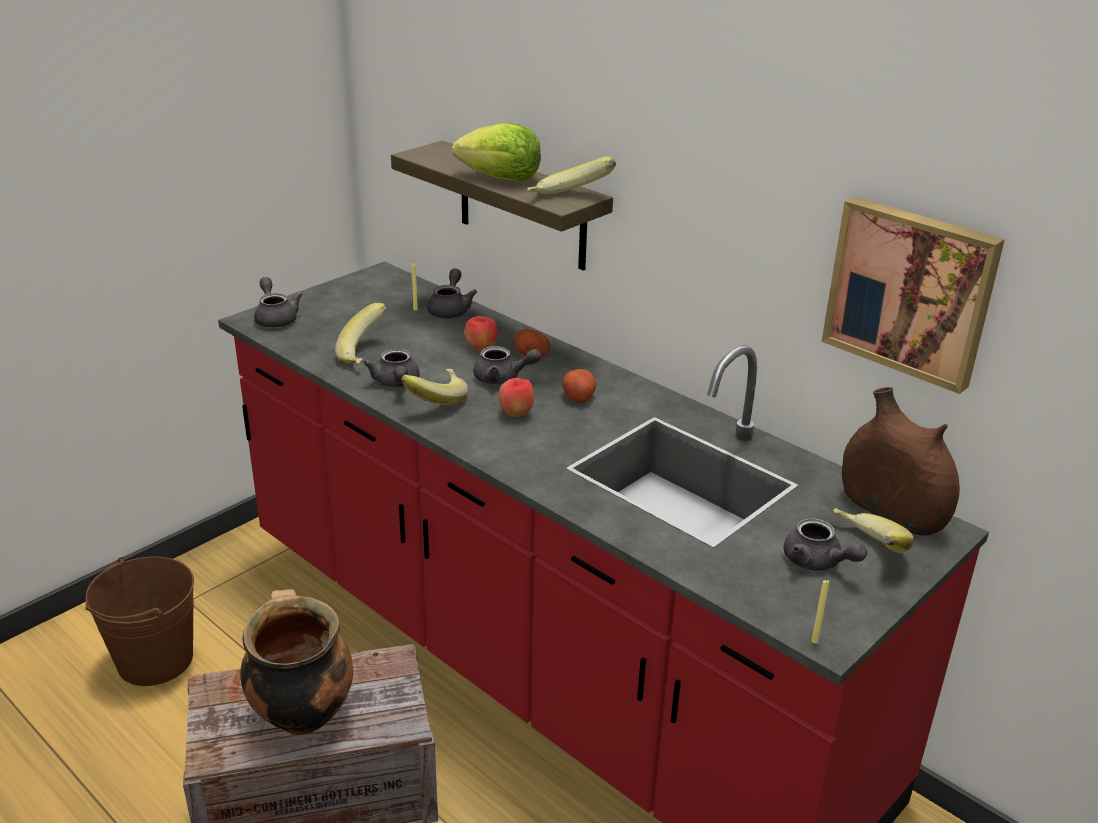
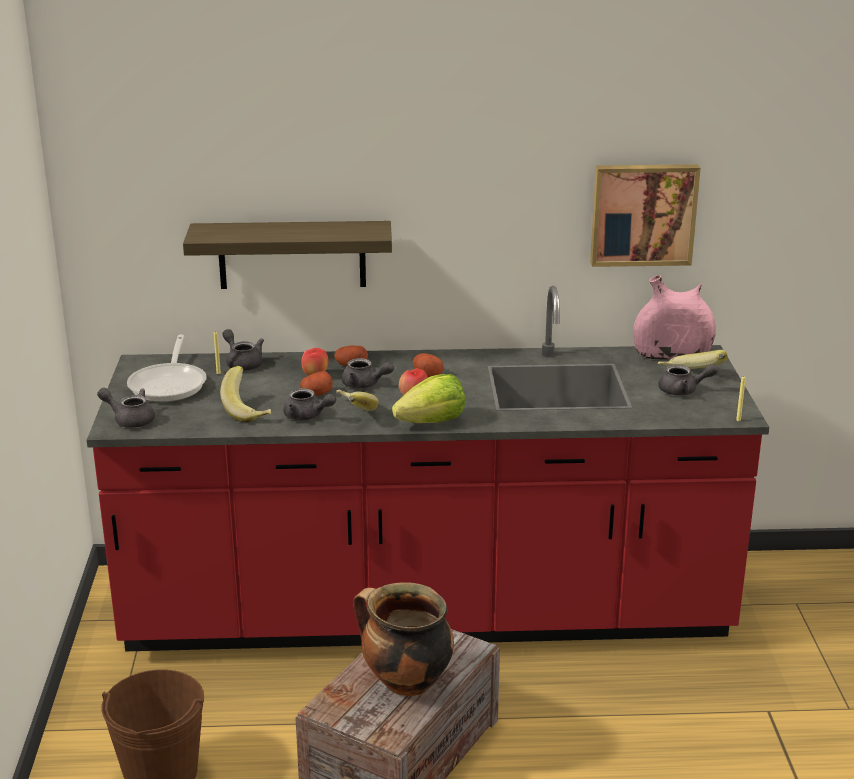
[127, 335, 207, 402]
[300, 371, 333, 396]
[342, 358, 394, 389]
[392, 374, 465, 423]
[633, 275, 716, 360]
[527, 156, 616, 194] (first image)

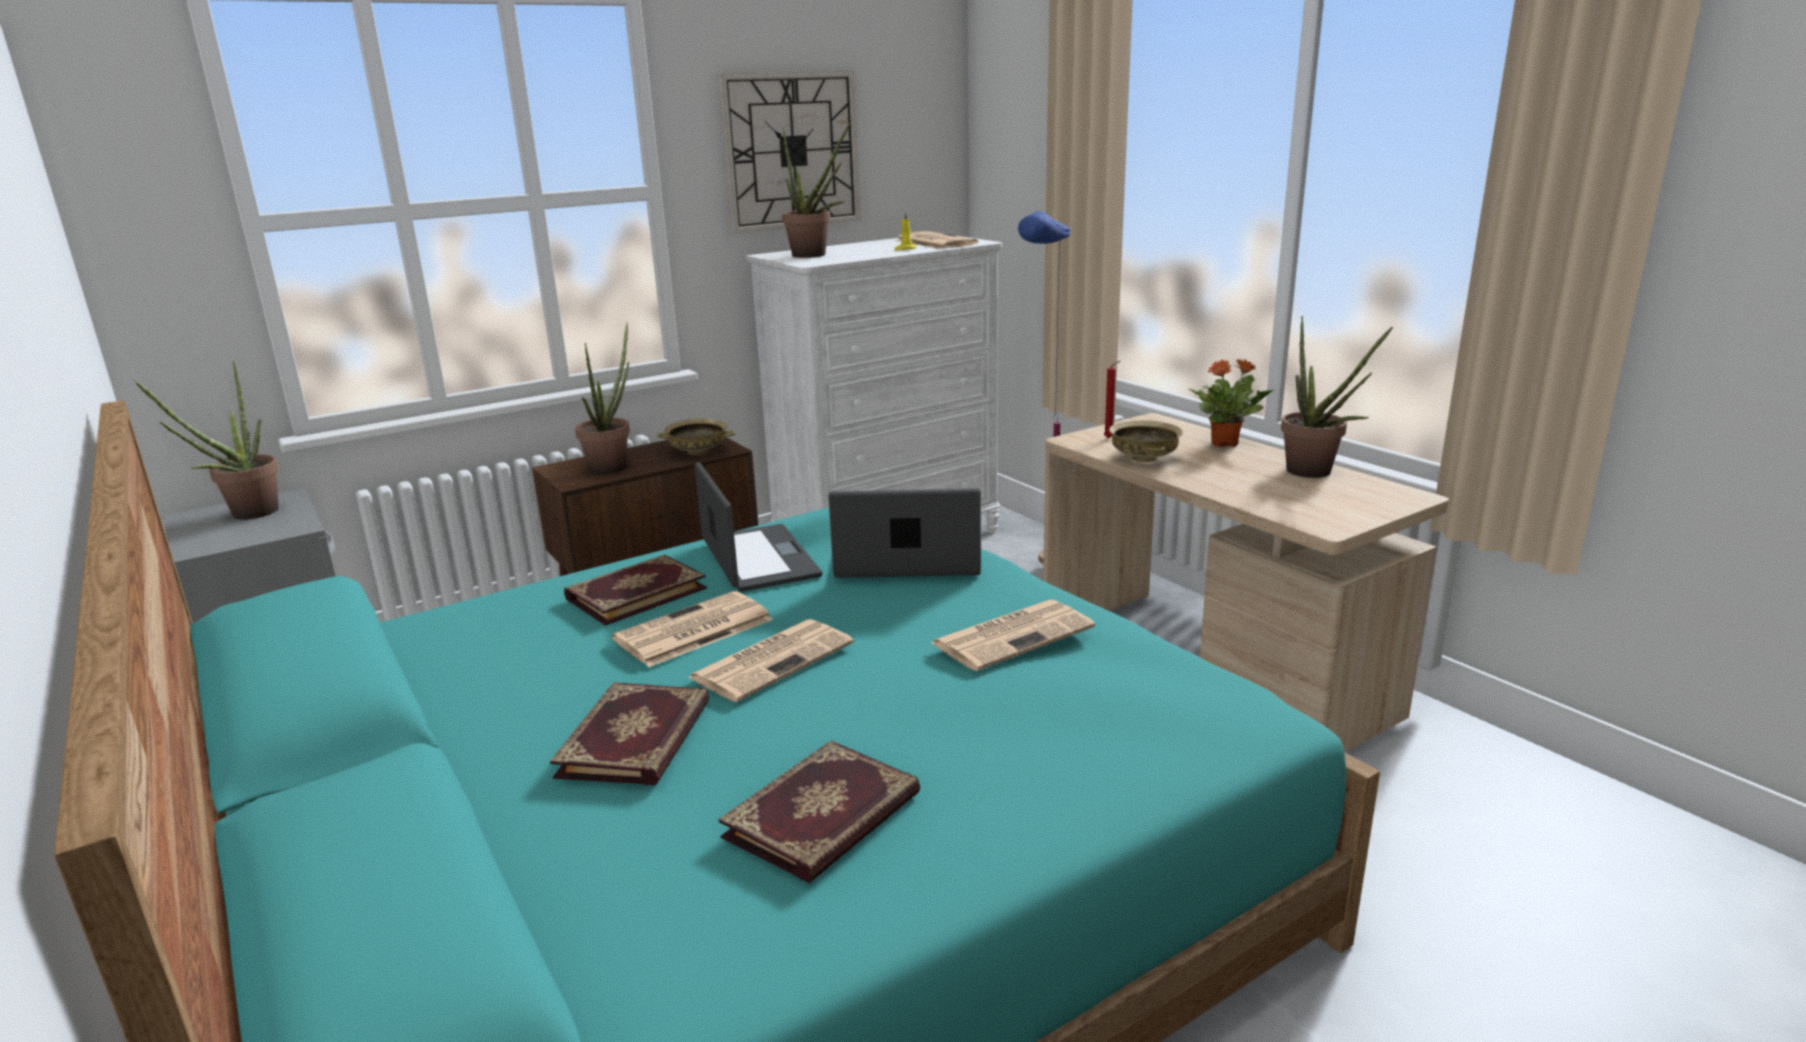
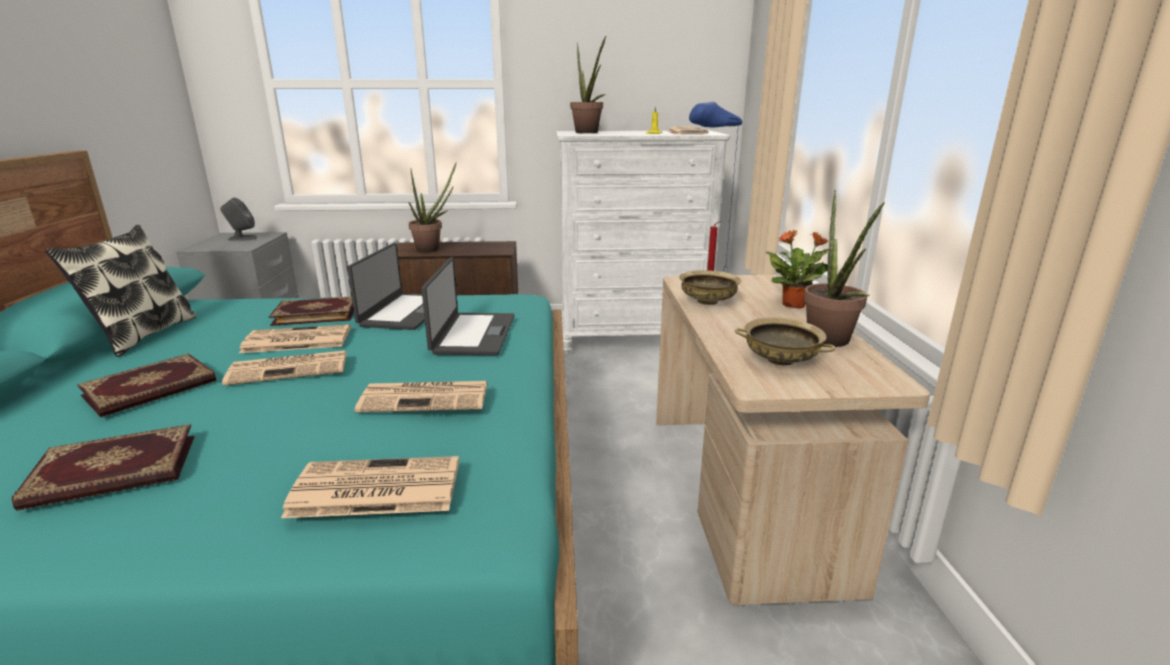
[45, 225, 196, 357]
[220, 198, 258, 241]
[281, 456, 459, 518]
[421, 257, 515, 355]
[735, 317, 836, 365]
[719, 71, 861, 233] (first image)

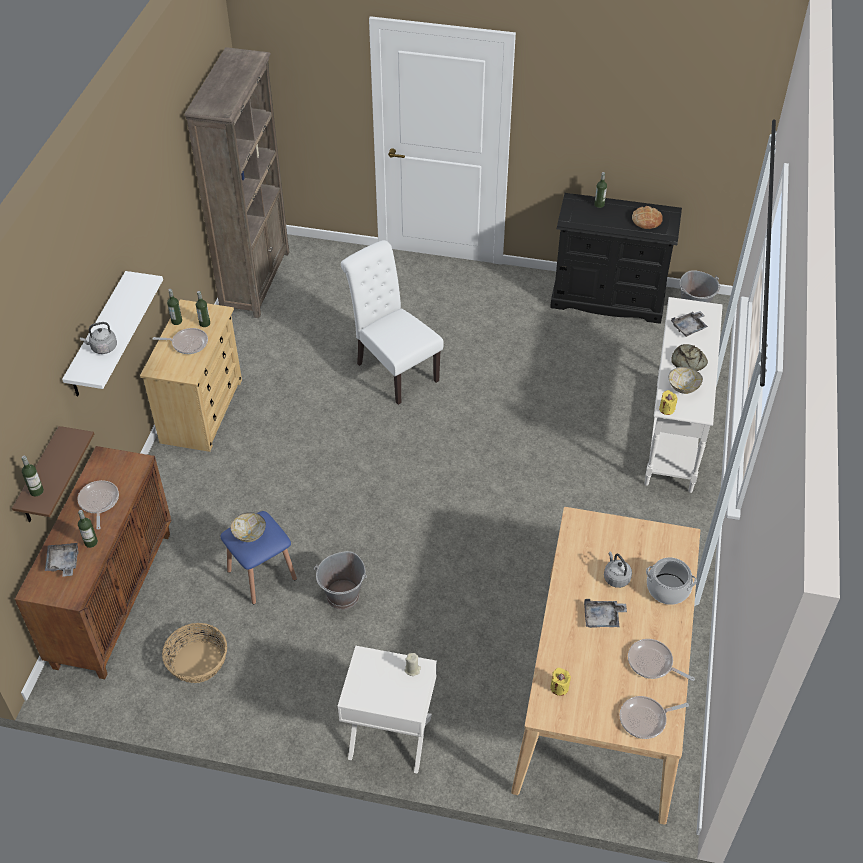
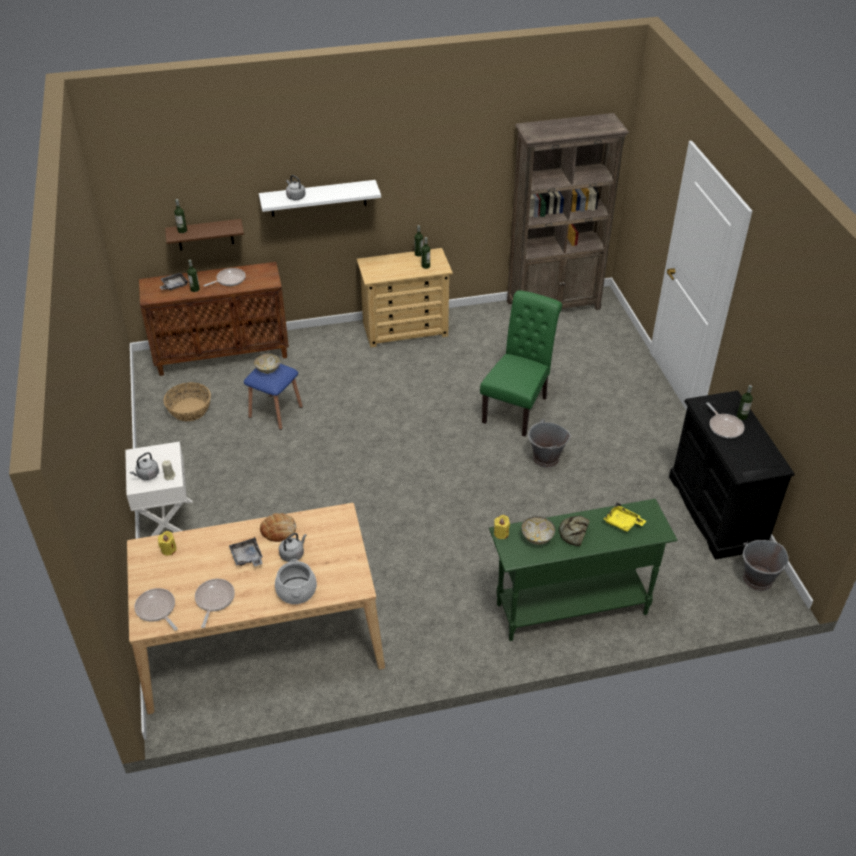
[130, 452, 159, 480]
[260, 513, 296, 542]
[480, 290, 562, 437]
[489, 499, 677, 641]
[528, 419, 571, 468]
[603, 503, 646, 532]
[706, 402, 745, 439]

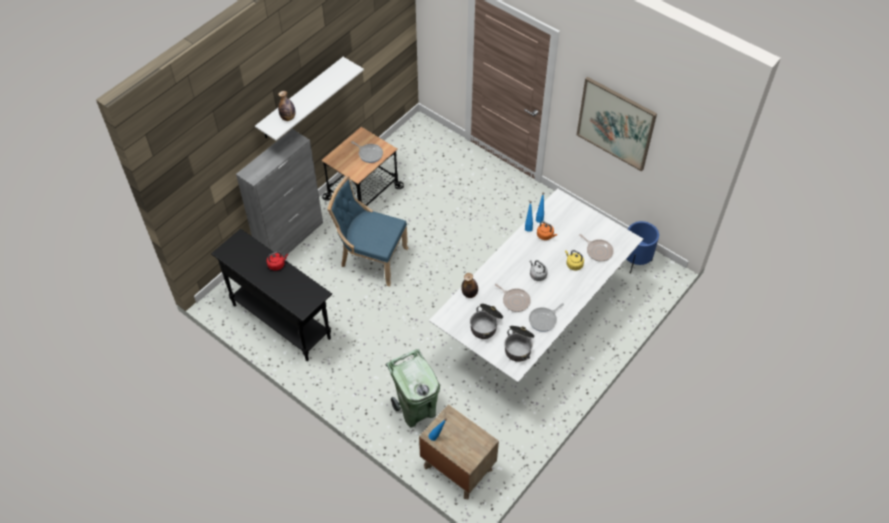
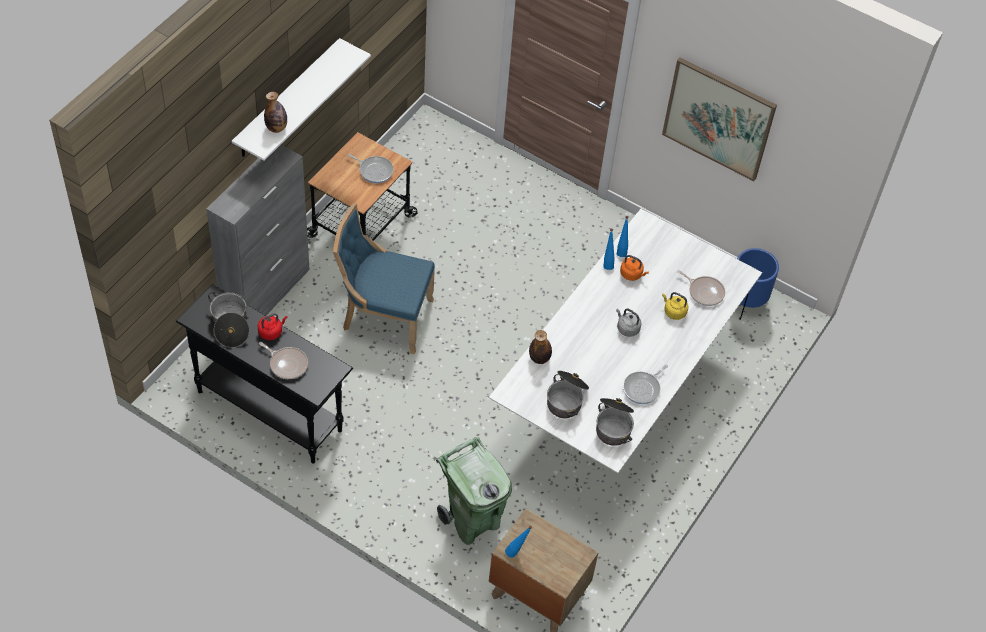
[208, 292, 249, 347]
[259, 342, 308, 379]

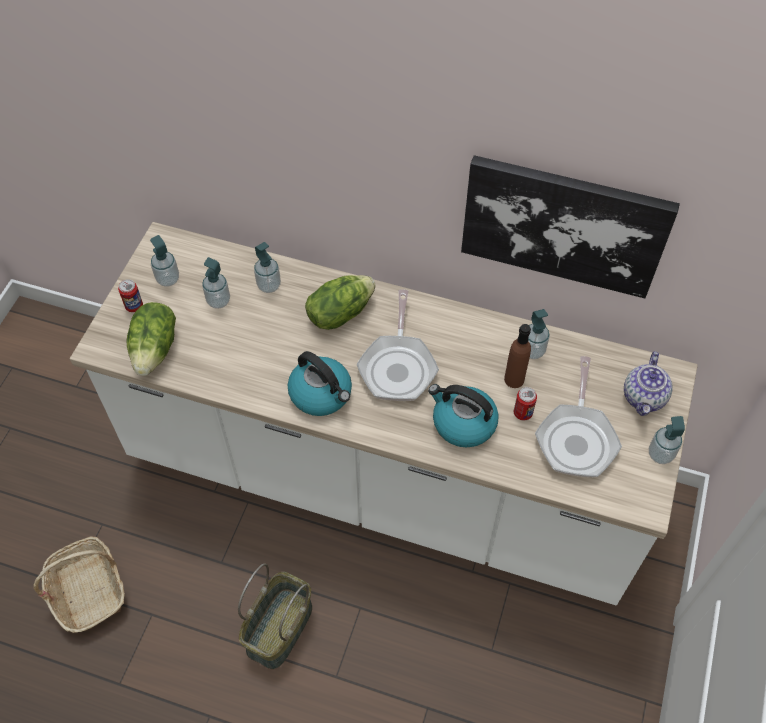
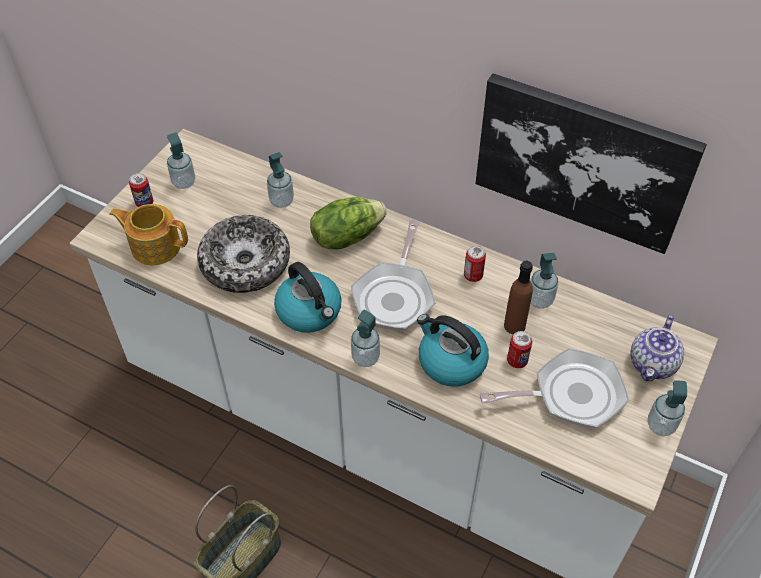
[109, 204, 188, 265]
[197, 215, 290, 293]
[351, 310, 380, 367]
[464, 246, 486, 282]
[480, 348, 629, 429]
[33, 536, 125, 633] (first image)

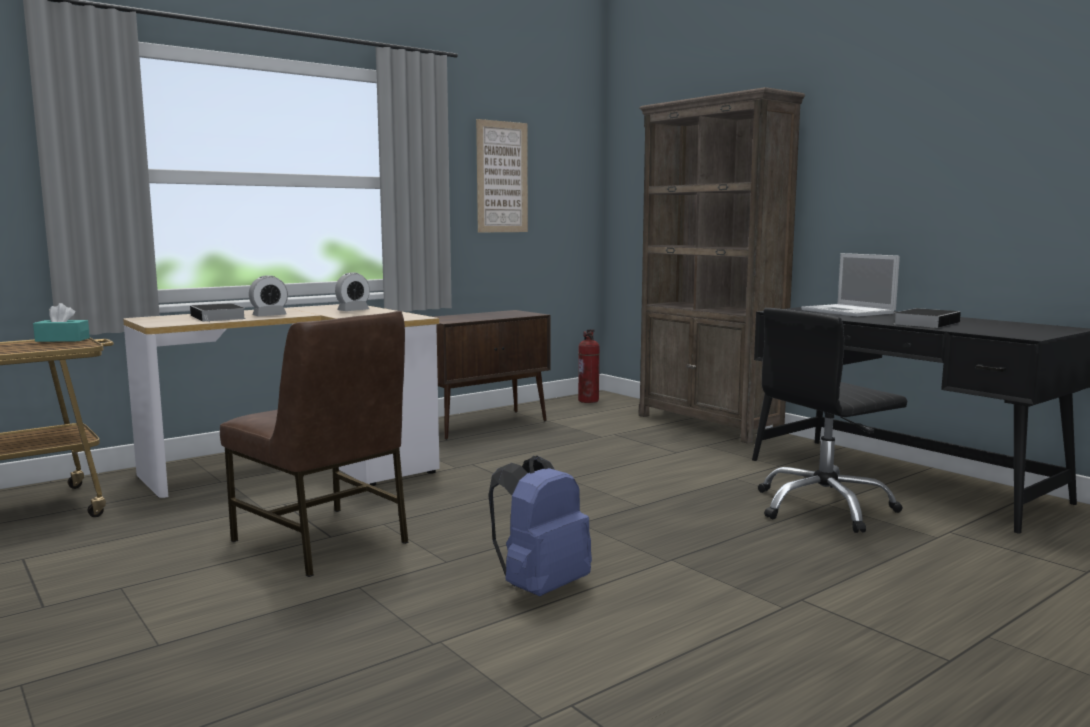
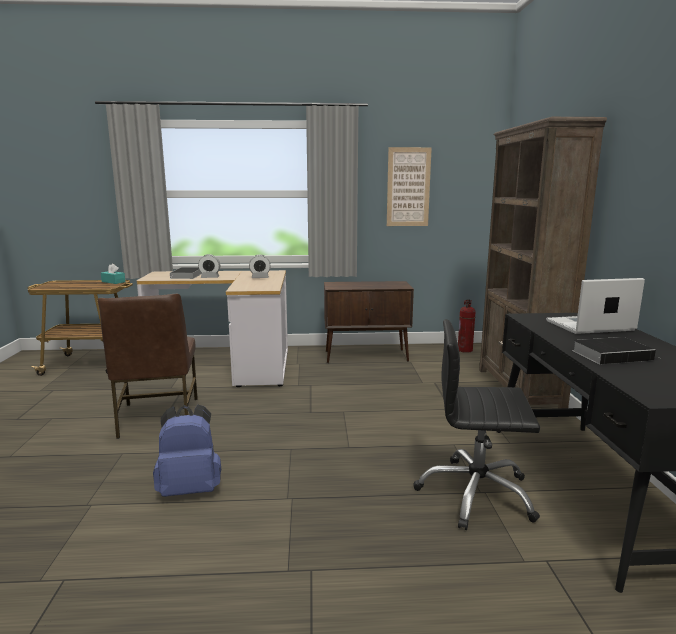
[546, 278, 645, 334]

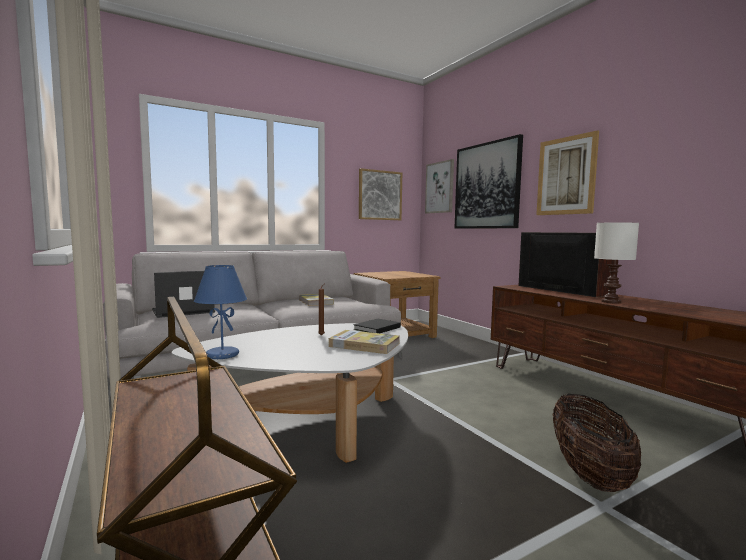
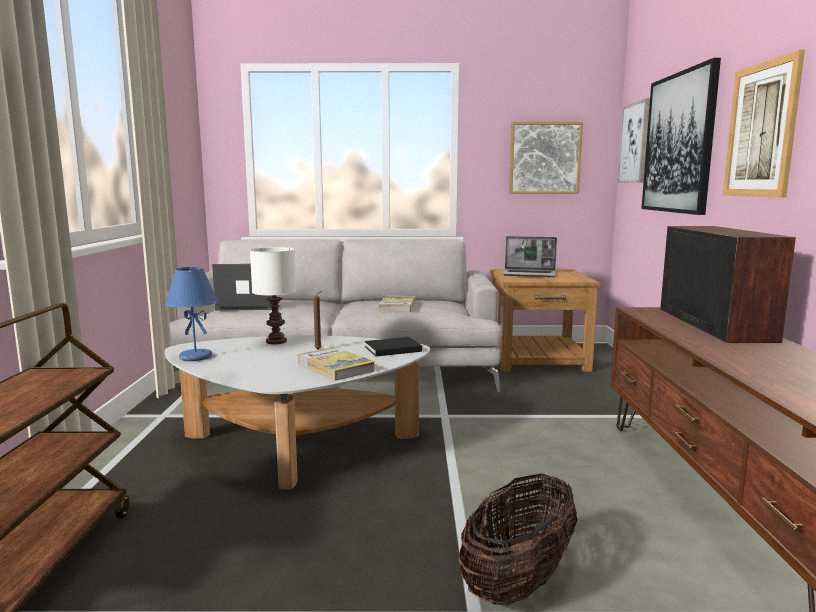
[250, 247, 296, 344]
[502, 236, 557, 277]

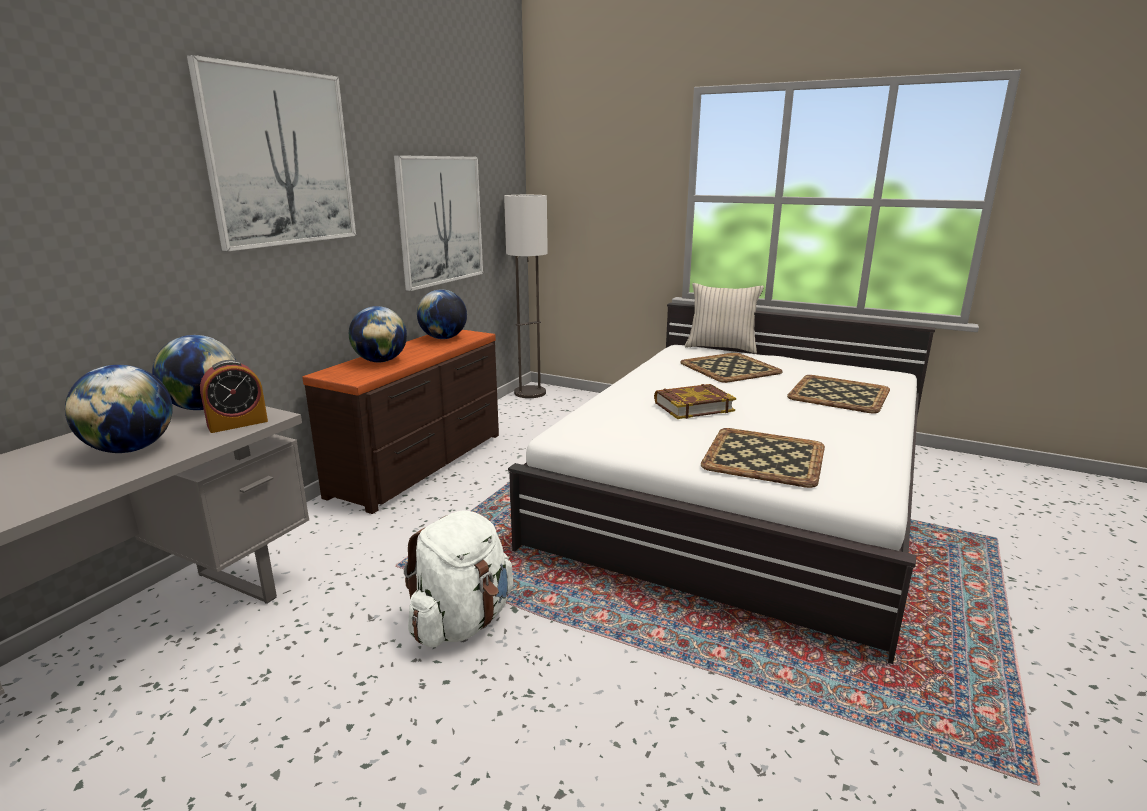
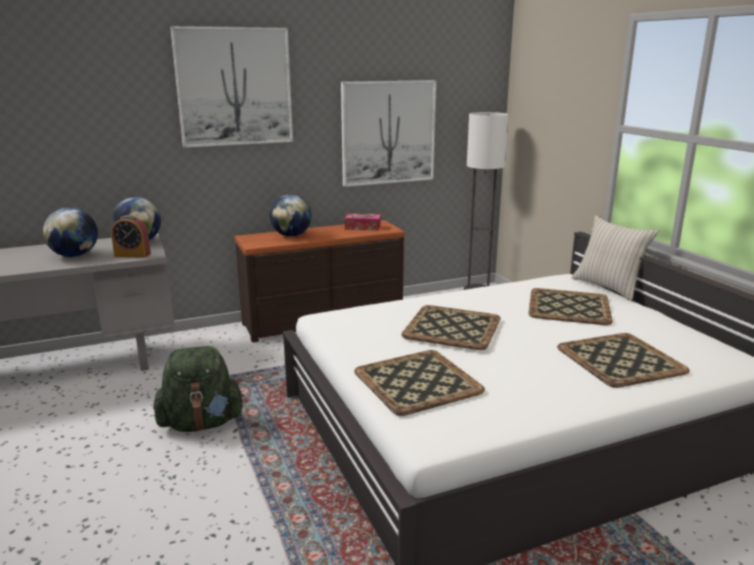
[153, 346, 245, 432]
[345, 214, 381, 231]
[401, 305, 501, 350]

